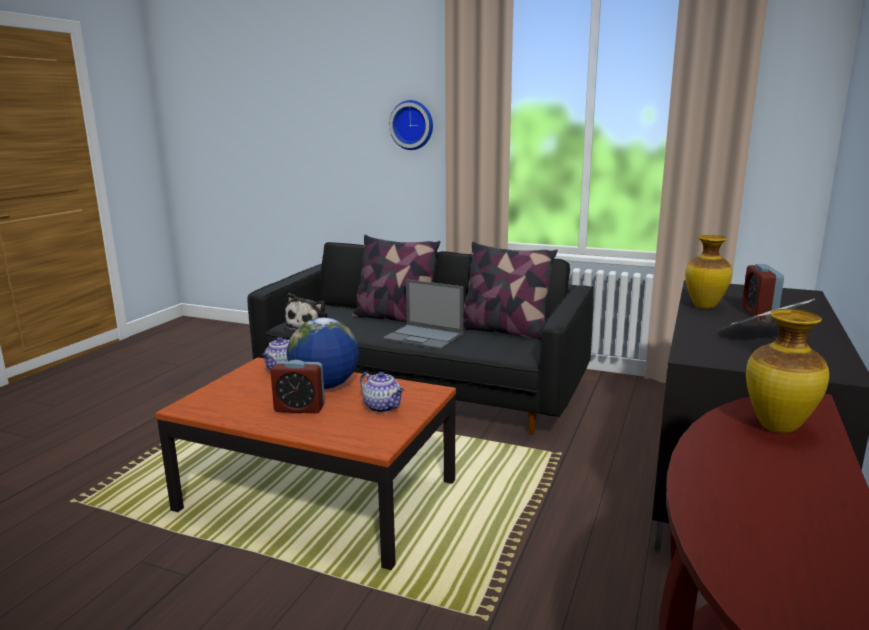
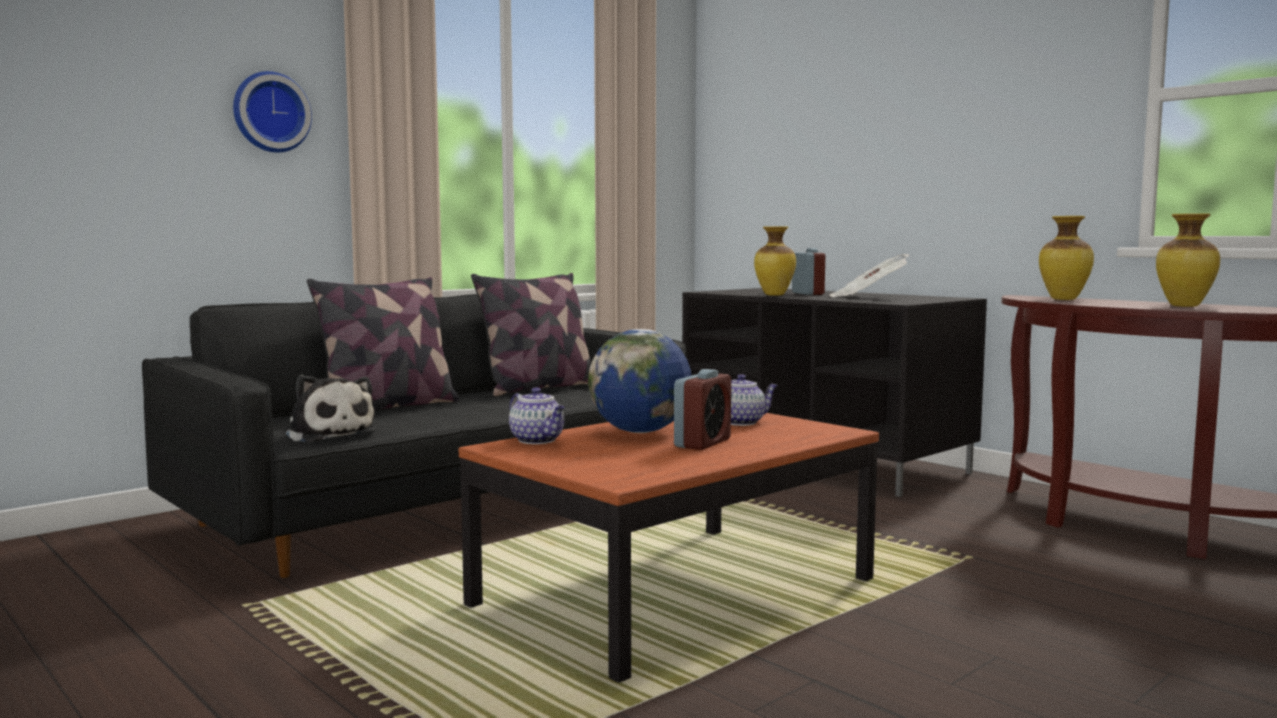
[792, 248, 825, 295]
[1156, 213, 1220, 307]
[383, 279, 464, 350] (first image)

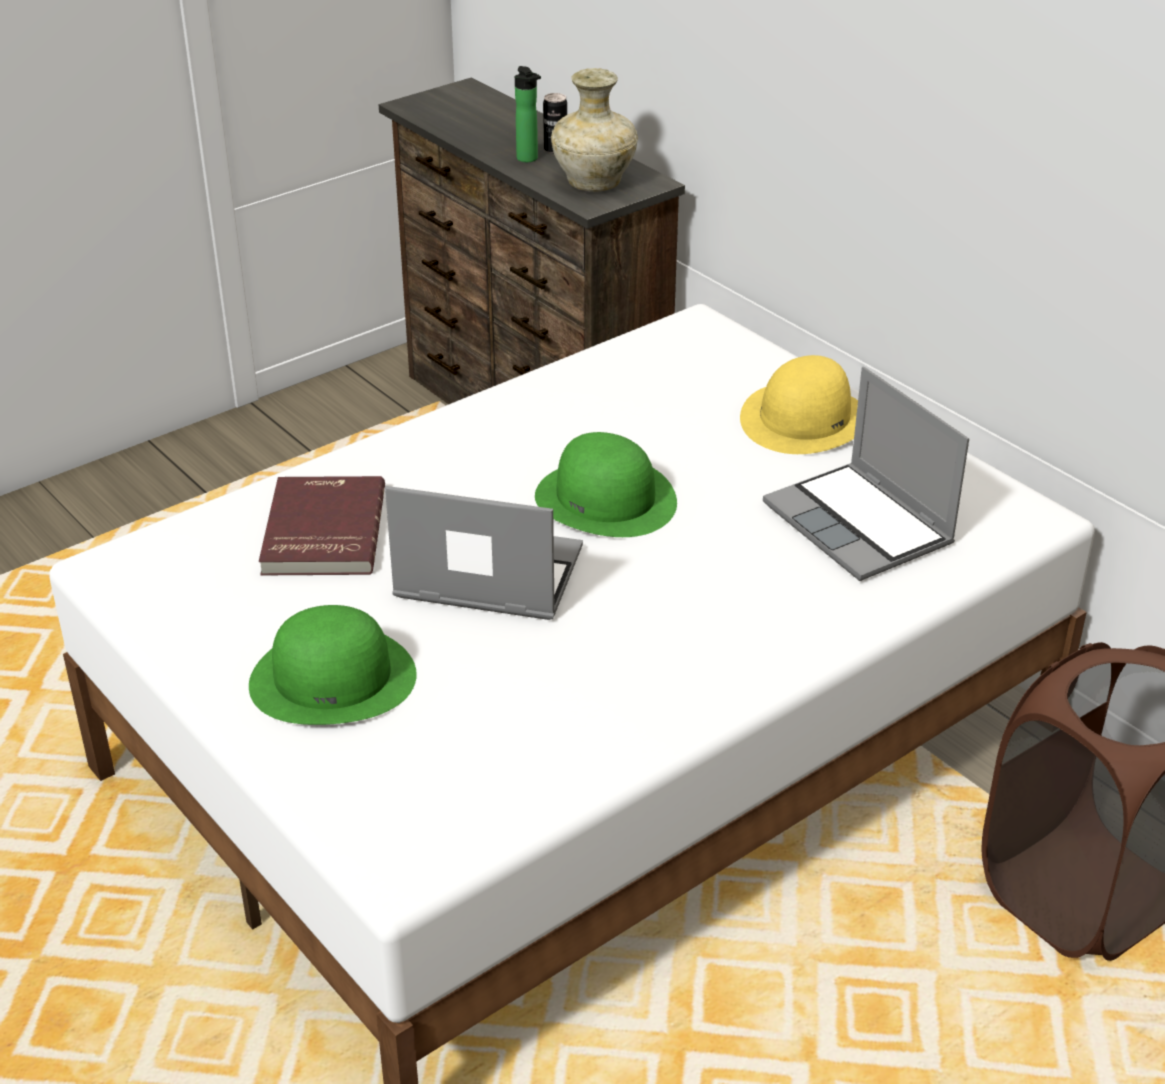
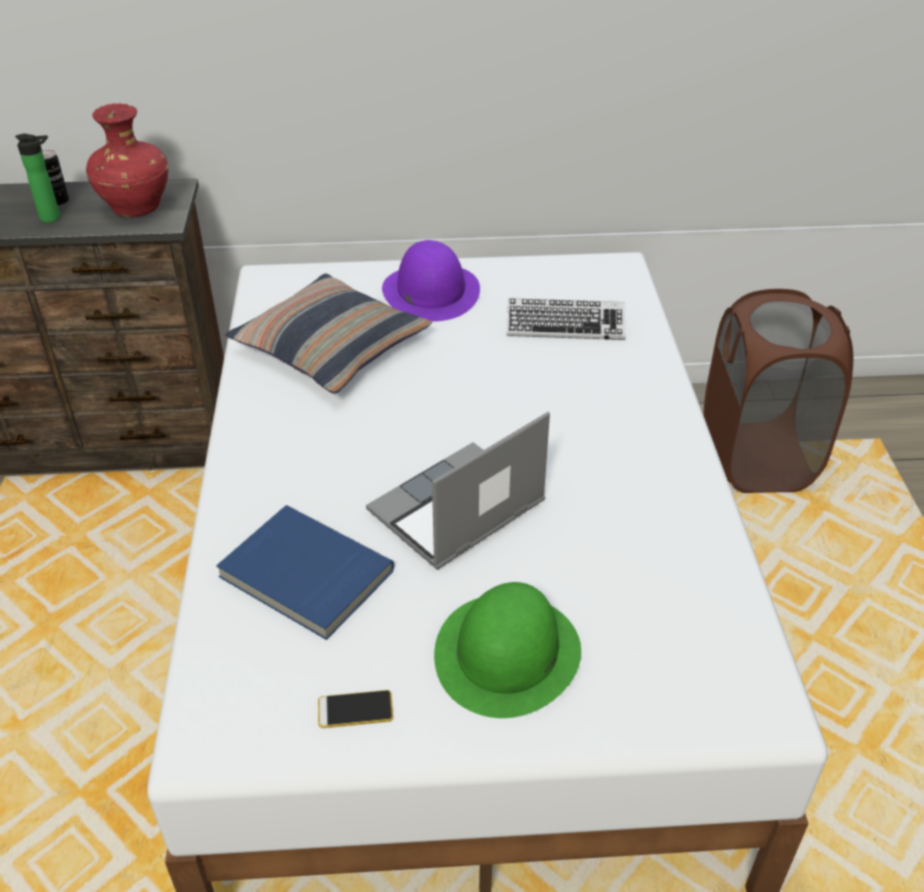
[86, 103, 168, 217]
[216, 505, 394, 640]
[225, 273, 432, 394]
[318, 690, 393, 728]
[382, 240, 480, 322]
[507, 298, 626, 340]
[535, 432, 677, 537] (first image)

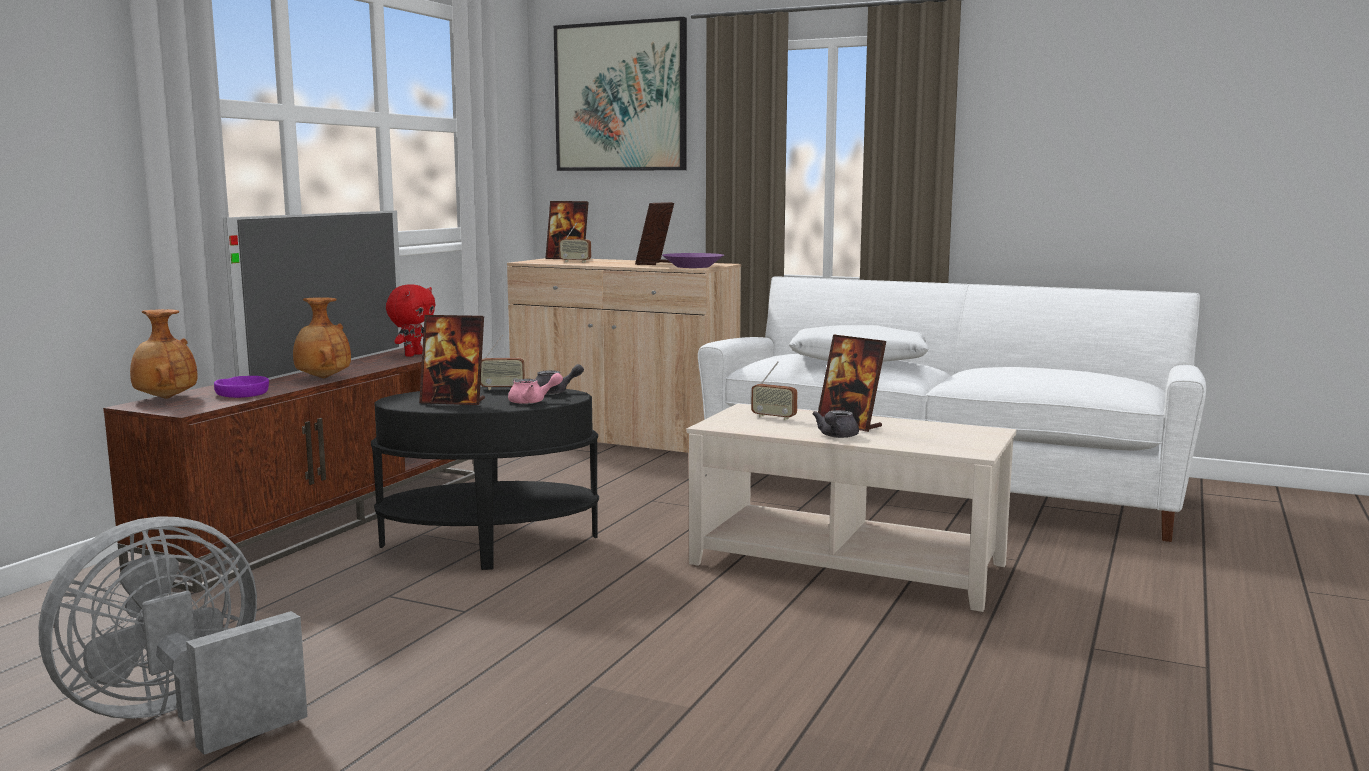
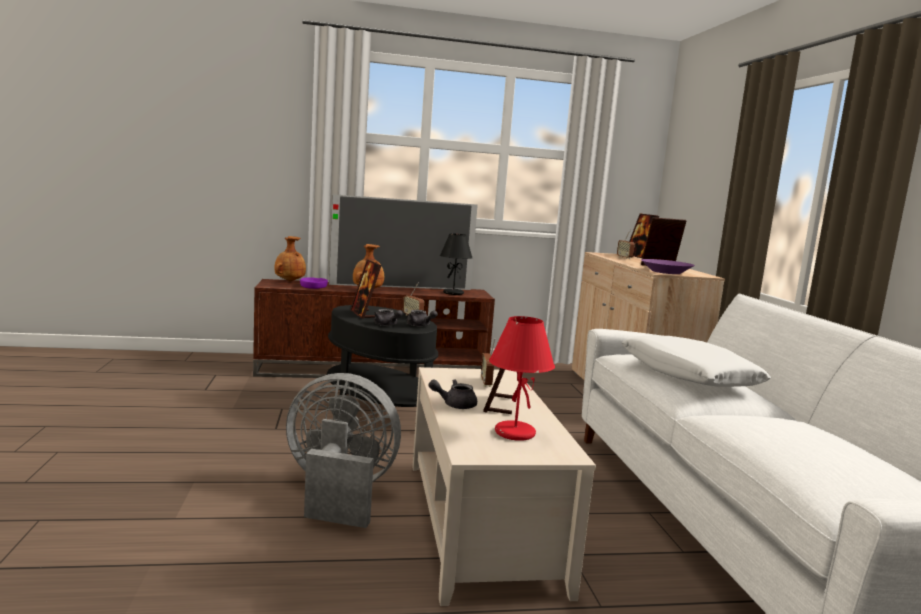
[286, 373, 401, 528]
[374, 309, 403, 326]
[440, 233, 473, 295]
[489, 316, 555, 441]
[554, 17, 687, 171] (first image)

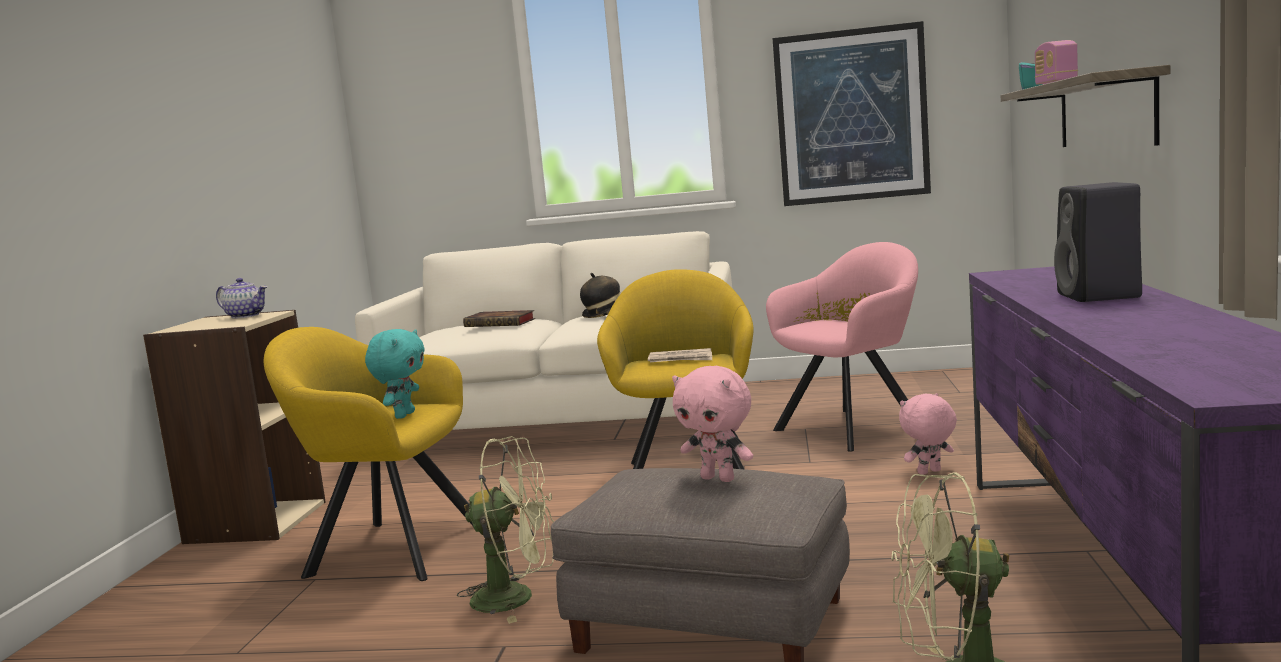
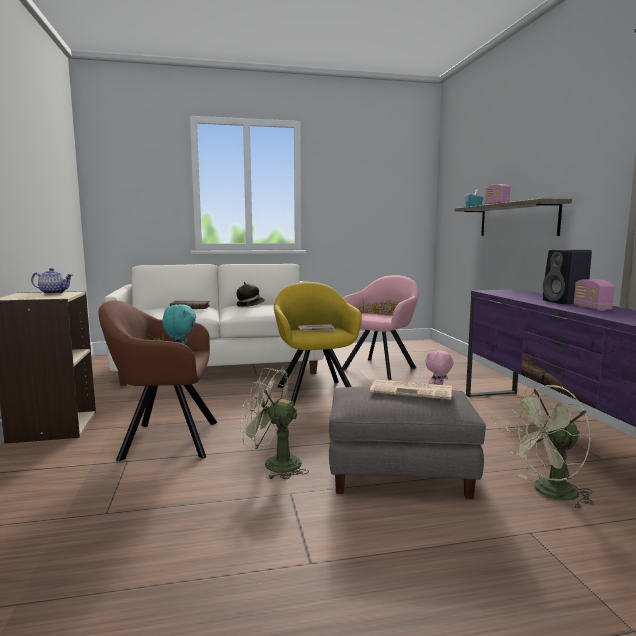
[98, 301, 217, 461]
[239, 368, 309, 479]
[370, 380, 452, 400]
[574, 279, 615, 311]
[773, 21, 931, 206] (first image)

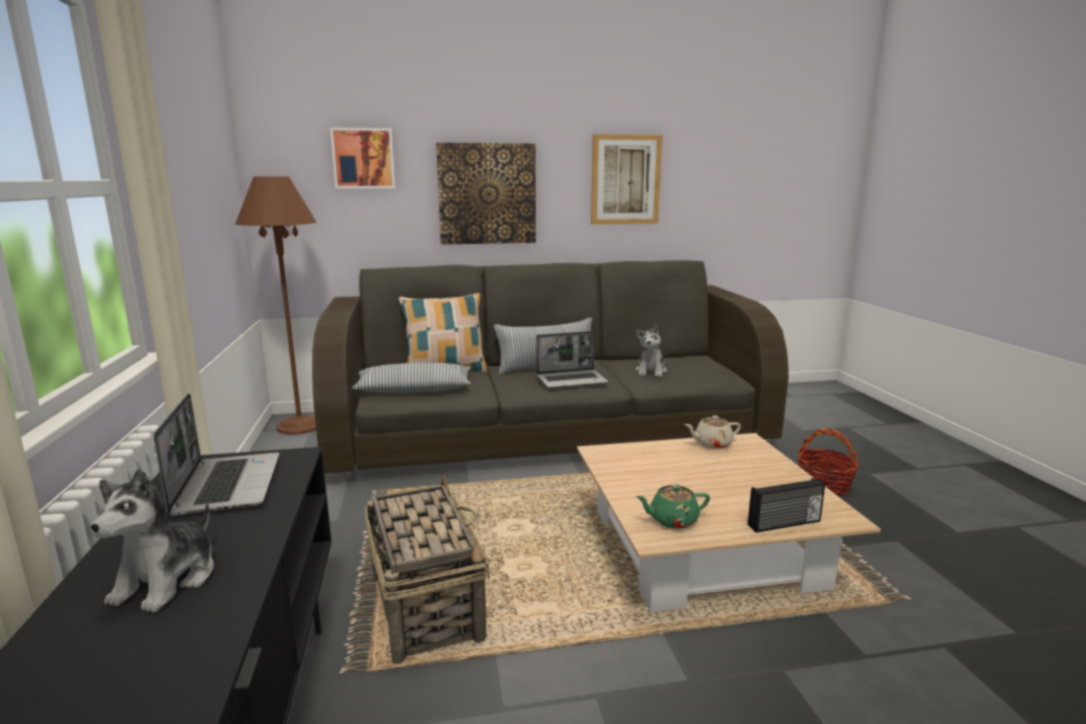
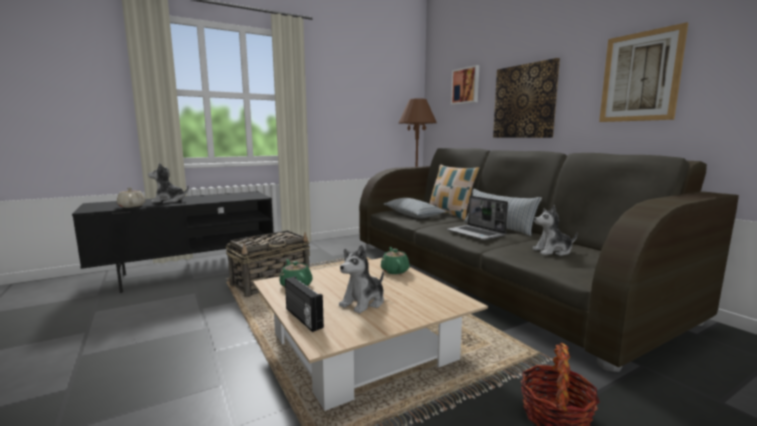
[117, 188, 146, 208]
[339, 245, 384, 314]
[381, 247, 410, 274]
[153, 393, 279, 516] (first image)

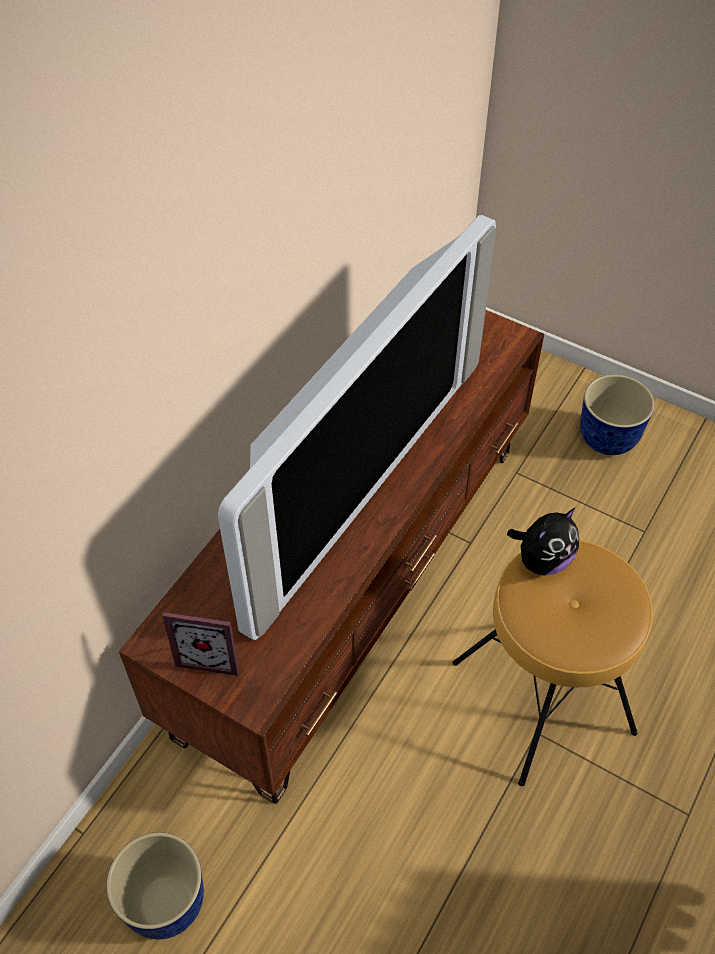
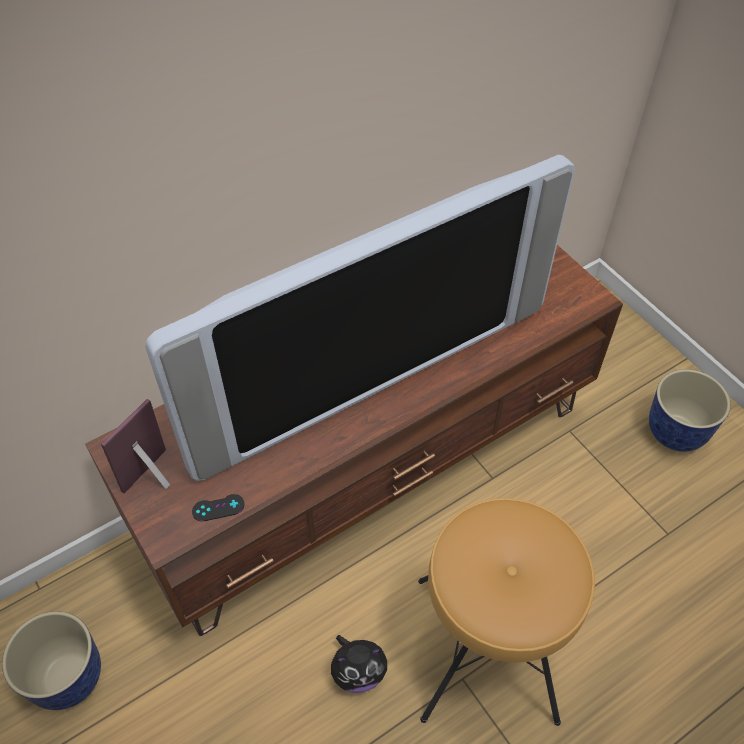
[101, 399, 170, 493]
[192, 494, 244, 522]
[331, 635, 387, 693]

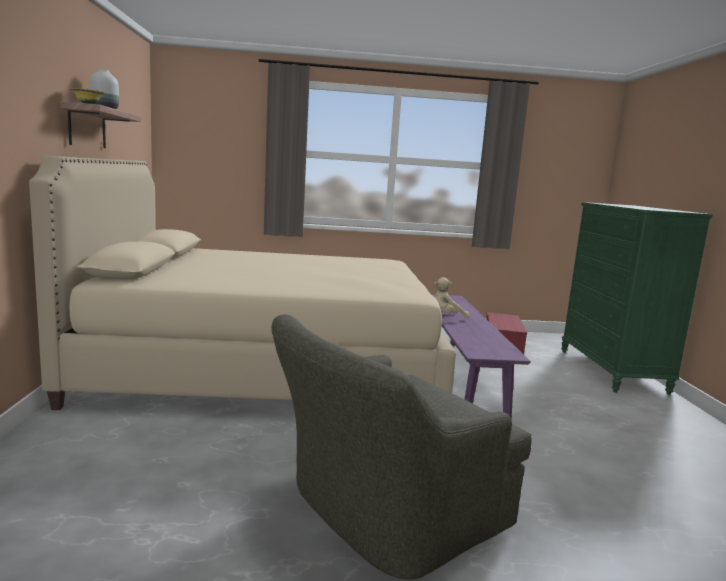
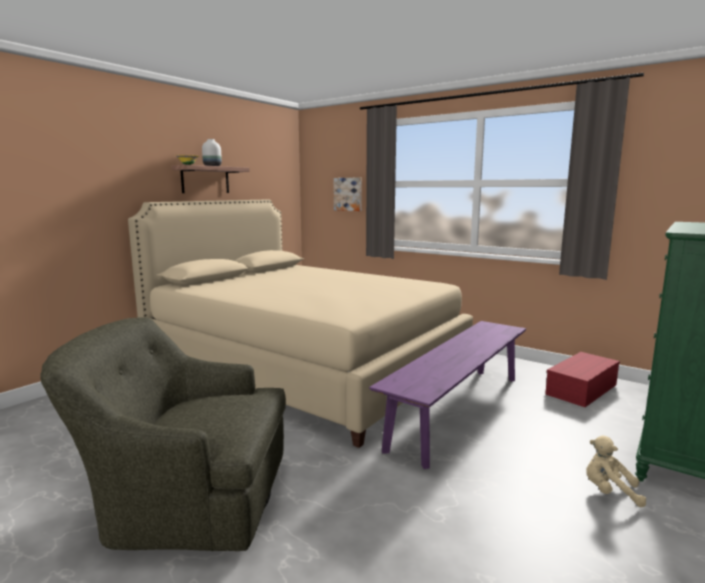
[334, 178, 362, 211]
[586, 436, 646, 507]

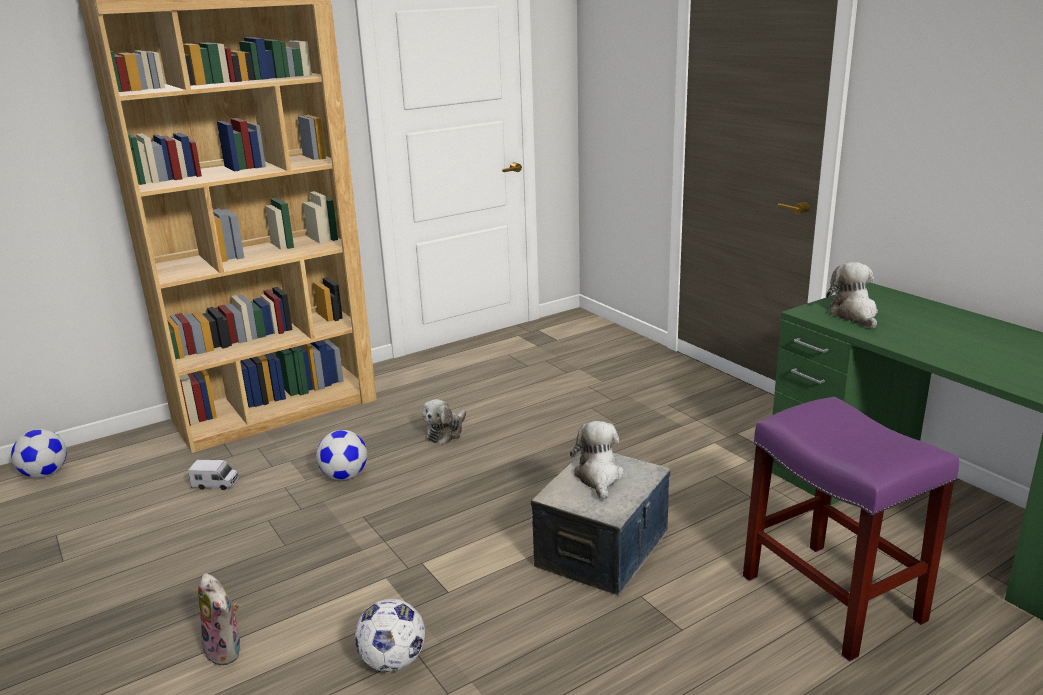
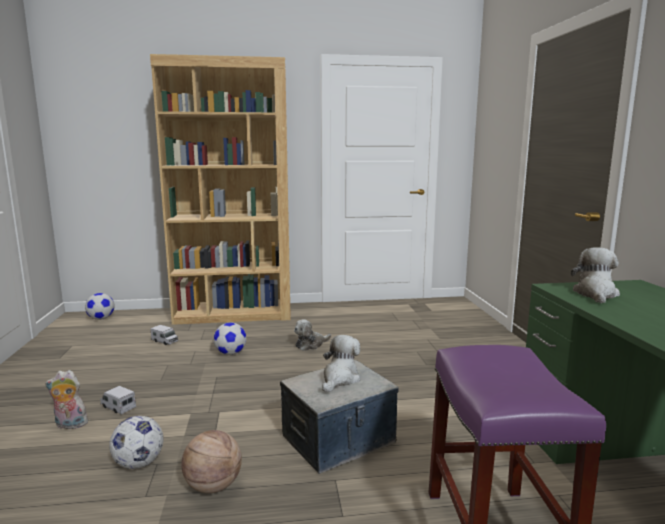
[45, 370, 88, 429]
[100, 386, 136, 414]
[181, 430, 242, 493]

